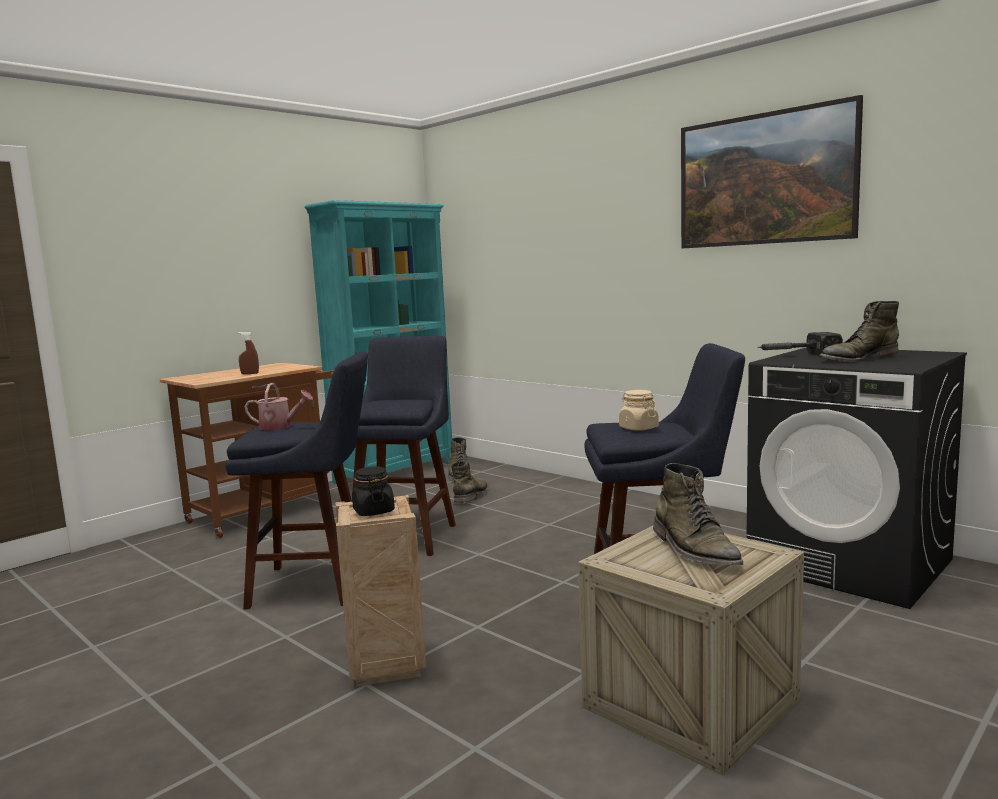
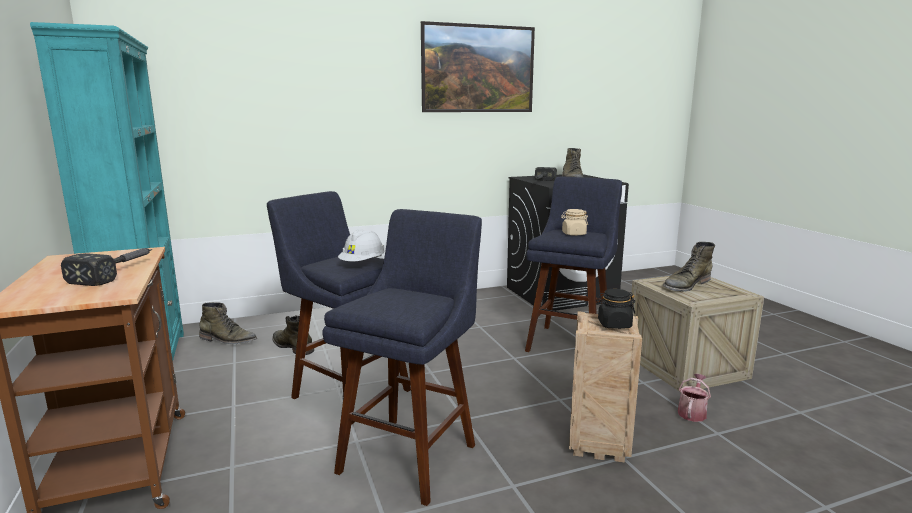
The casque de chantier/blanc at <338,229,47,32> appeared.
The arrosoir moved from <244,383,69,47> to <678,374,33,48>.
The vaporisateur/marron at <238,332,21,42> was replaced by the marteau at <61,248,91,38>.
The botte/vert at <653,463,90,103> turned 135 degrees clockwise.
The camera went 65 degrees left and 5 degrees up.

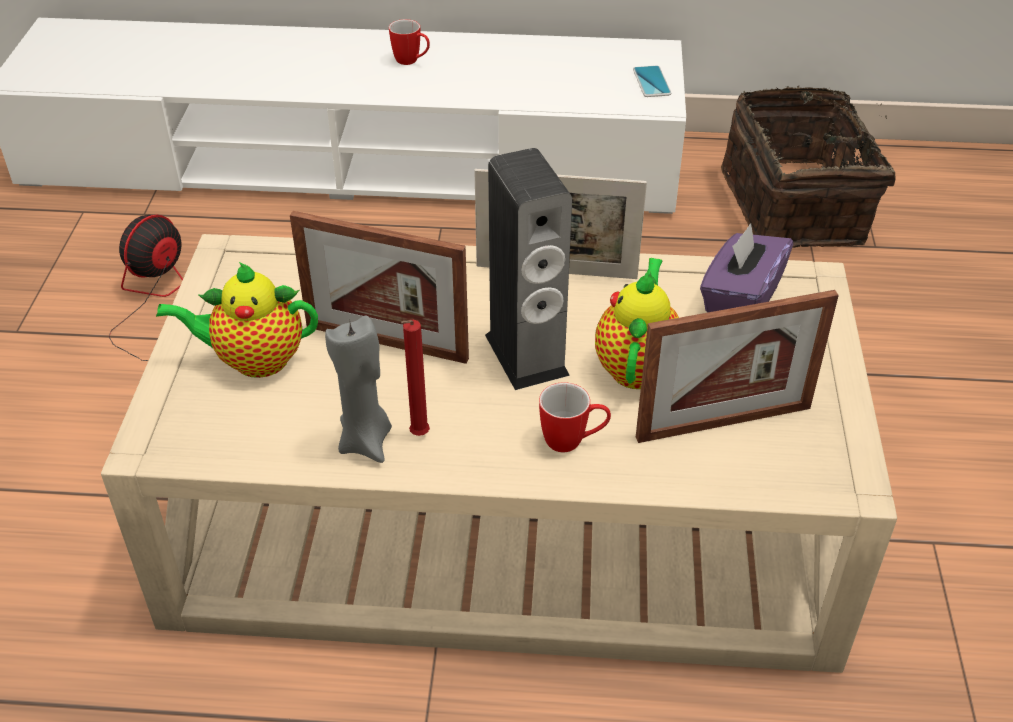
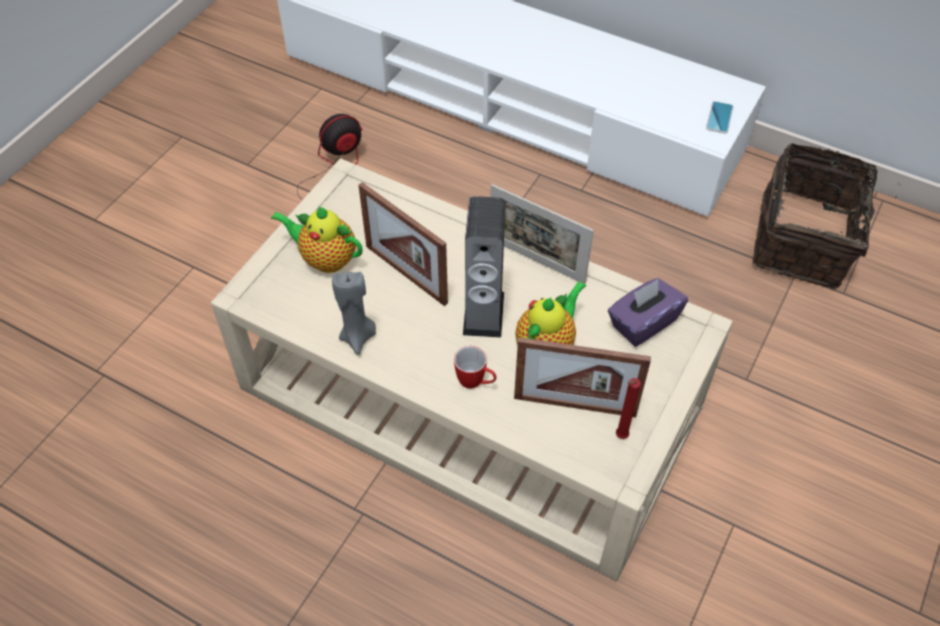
The mug at <389,19,41,46> disappeared.
The bougie/rouge moved from <401,320,29,116> to <616,378,25,61>.
The camera went 25 degrees right and 10 degrees up.

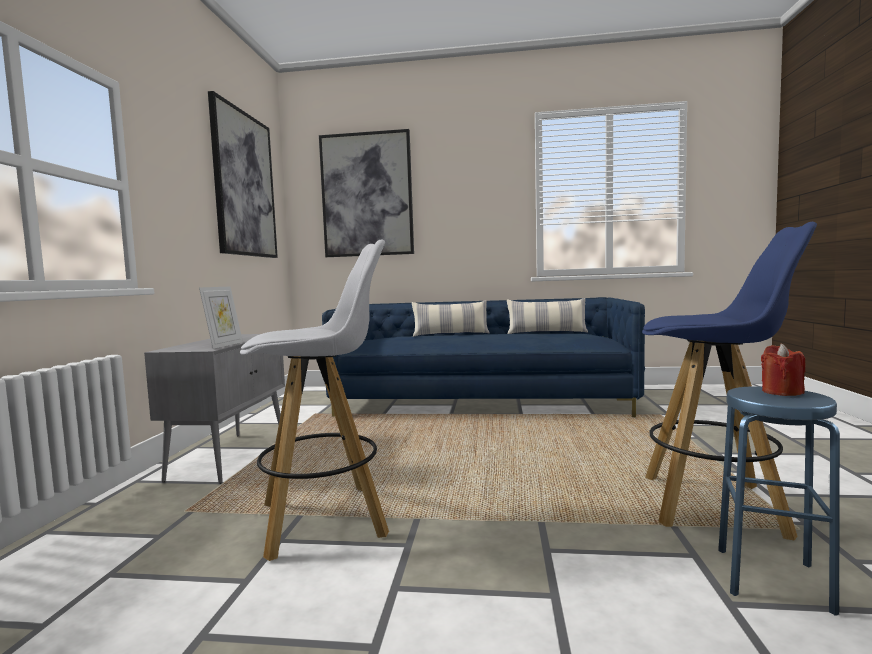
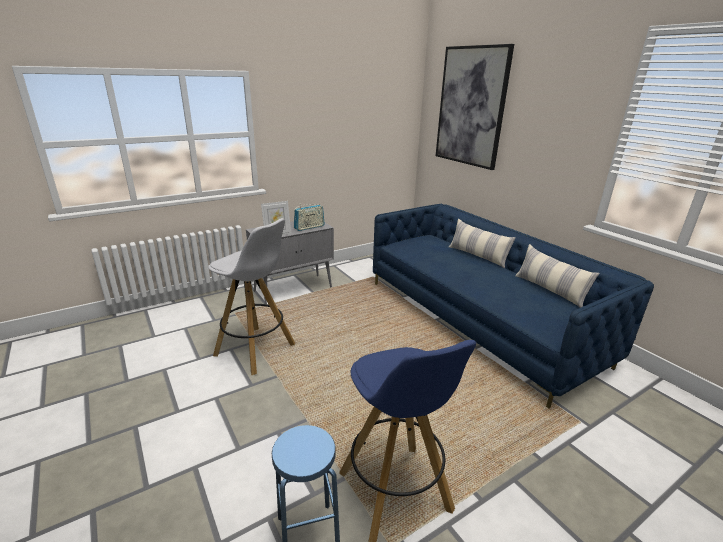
The tableau at <208,91,70,167> disappeared.
The bougie/rouge at <761,344,45,52> disappeared.
The radio at <294,204,31,27> appeared.
The camera went 50 degrees right and 20 degrees up.

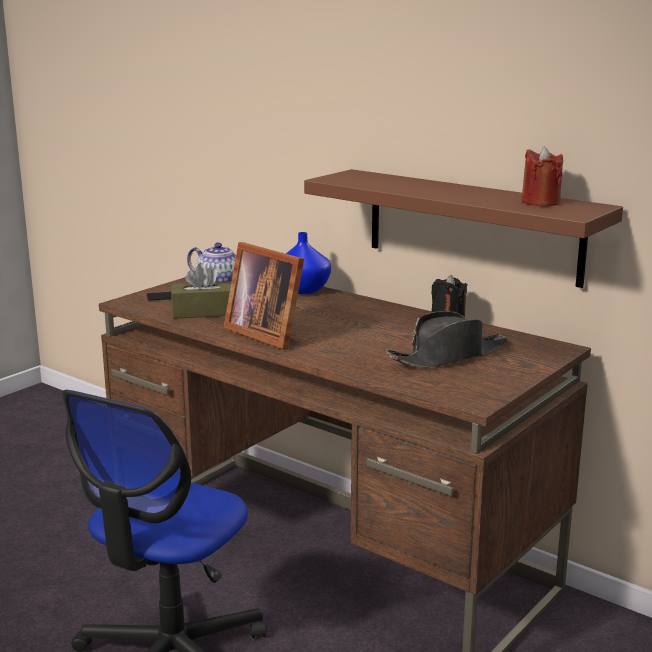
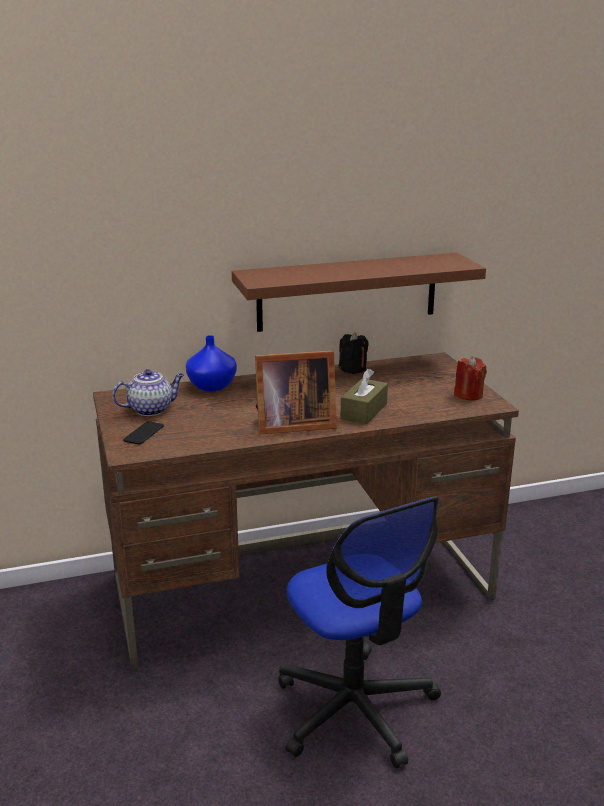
The chapeau/noir at <386,311,121,57> disappeared.
The boîte à mouchoirs/marron moved from <171,263,60,56> to <340,369,48,55>.
The bougie/rouge moved from <522,146,41,61> to <454,356,33,44>.
The camera went 55 degrees left and 5 degrees up.

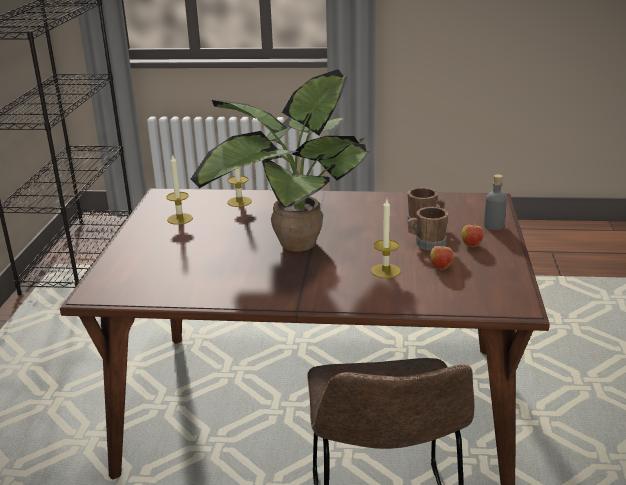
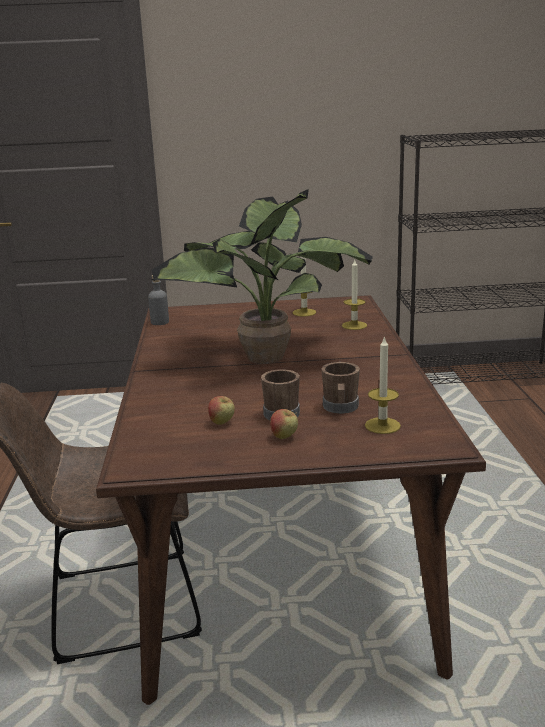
The bougie moved from <371,199,30,79> to <365,336,36,98>.
The bouteille/gris moved from <484,174,23,56> to <148,275,21,50>.
The camera went 80 degrees right and 5 degrees down.

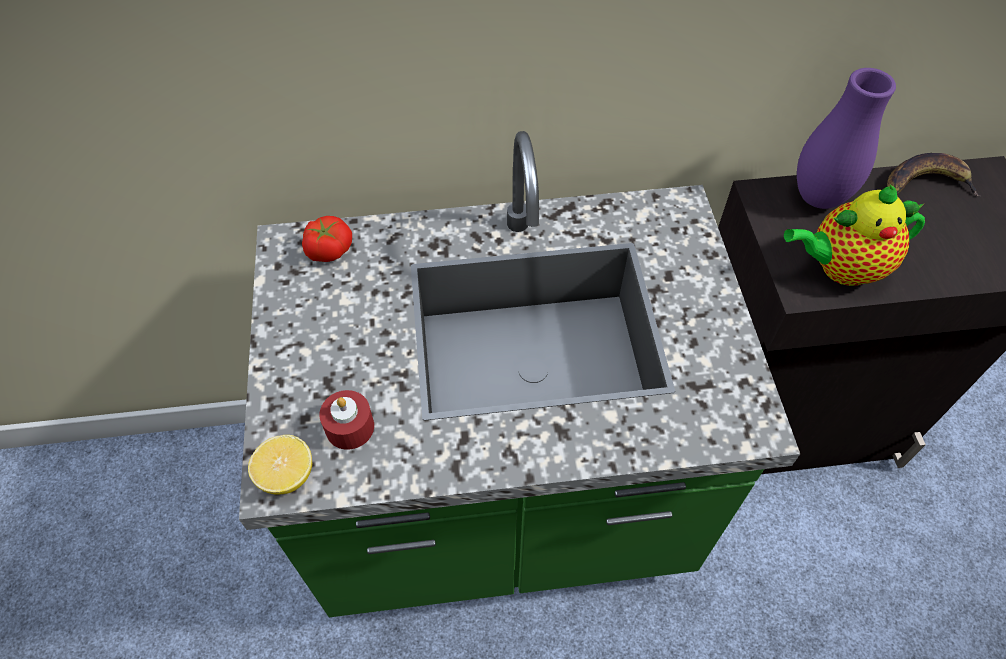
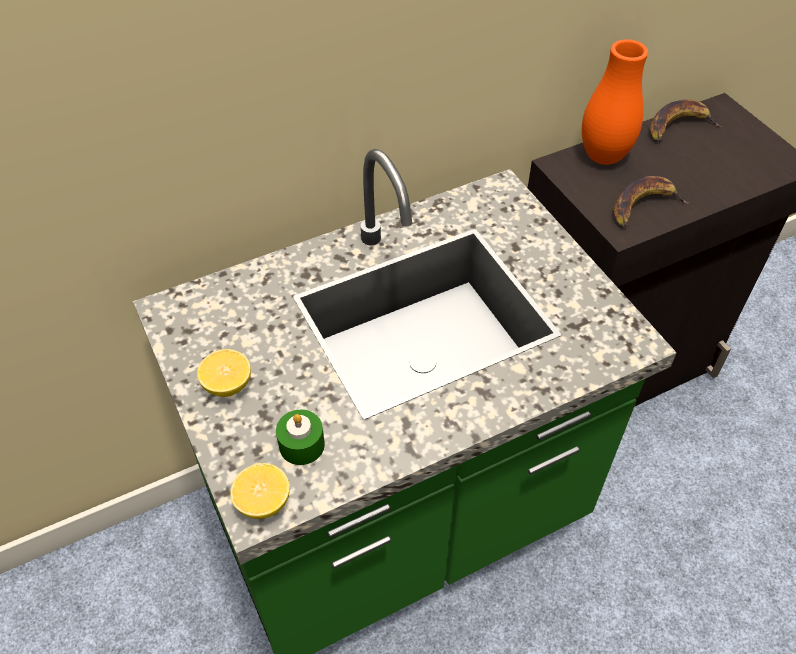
The tomate at <302,216,50,46> disappeared.
The citron at <197,349,54,48> appeared.
The théière at <784,185,141,101> was replaced by the banane at <614,176,76,52>.
The bougie/rouge at <319,390,55,60> became the bougie/vert at <276,410,49,55>.
The vase/violet at <797,68,99,141> became the vase/orange at <582,39,66,126>.
The camera went 20 degrees left and 5 degrees down.

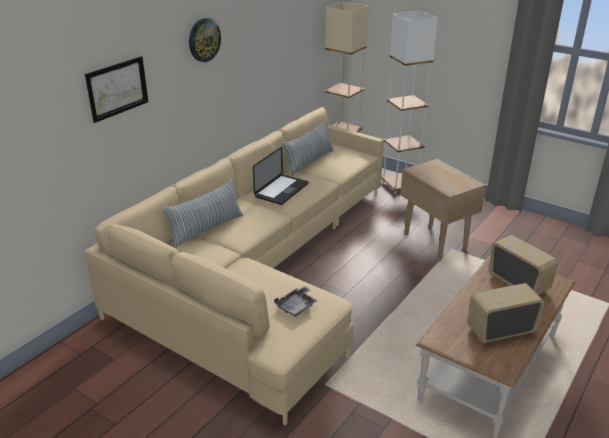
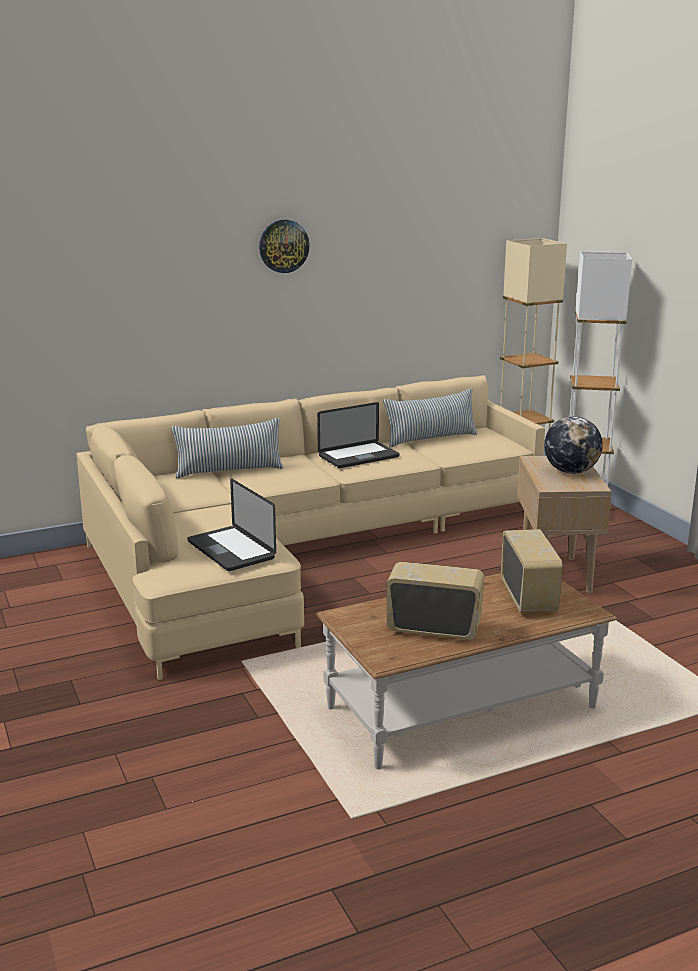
The tableau at <85,56,63,67> disappeared.
The globe at <544,416,59,58> appeared.
The plateau/gris at <274,286,43,31> was replaced by the ordinateur portable at <187,478,89,93>.
The camera went 30 degrees right and 10 degrees down.

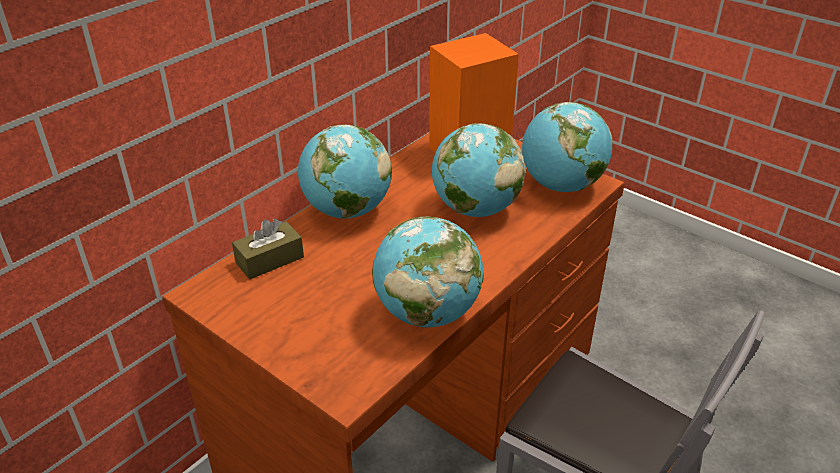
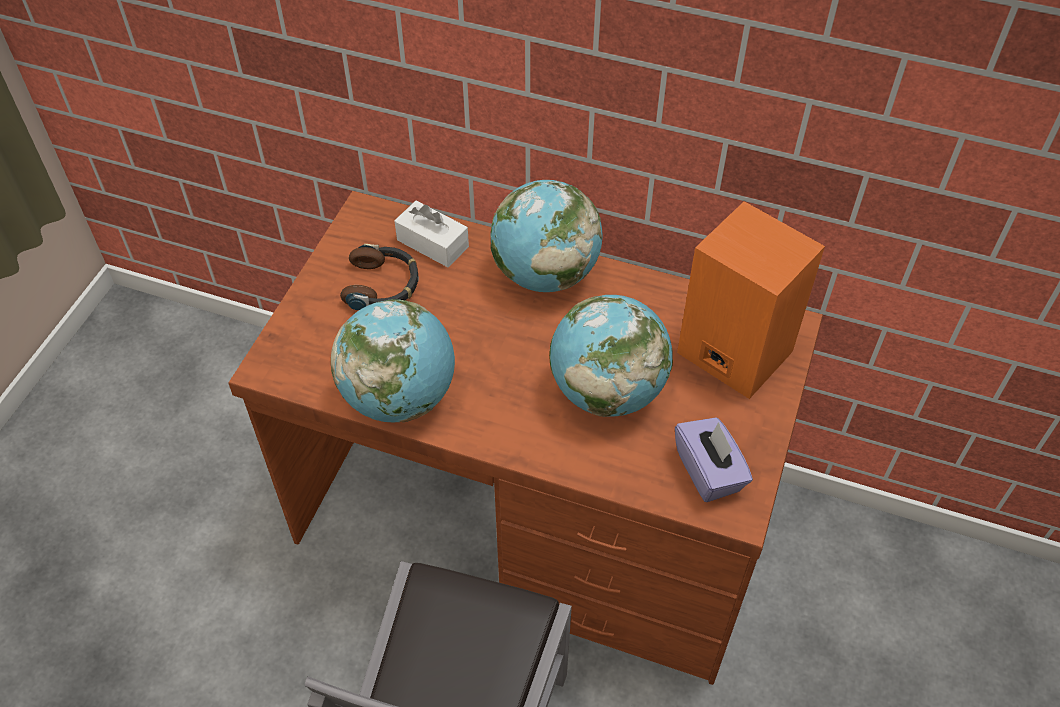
The casque audio at <340,244,79,66> appeared.
The globe at <522,102,91,90> was replaced by the boîte à mouchoirs/violet at <675,417,78,85>.
The boîte à mouchoirs/marron at <232,219,72,61> became the boîte à mouchoirs/blanc at <394,201,75,66>.
The camera went 70 degrees right and 15 degrees up.

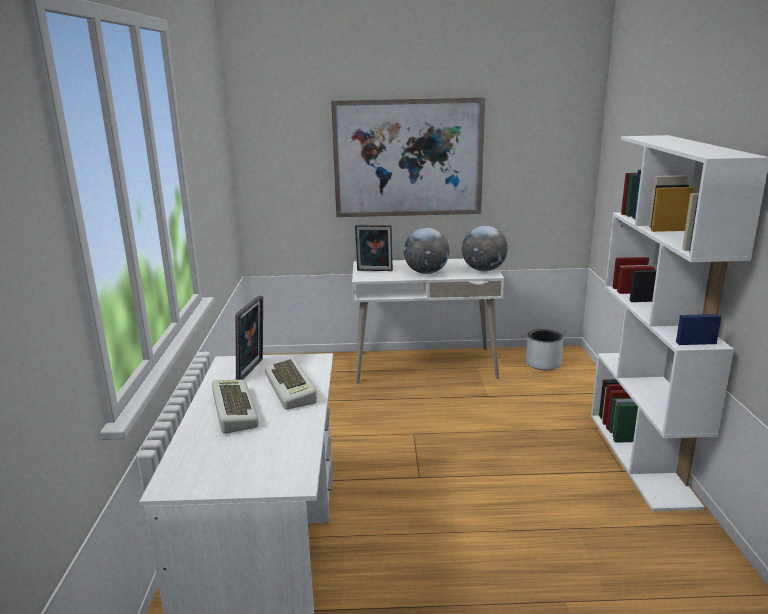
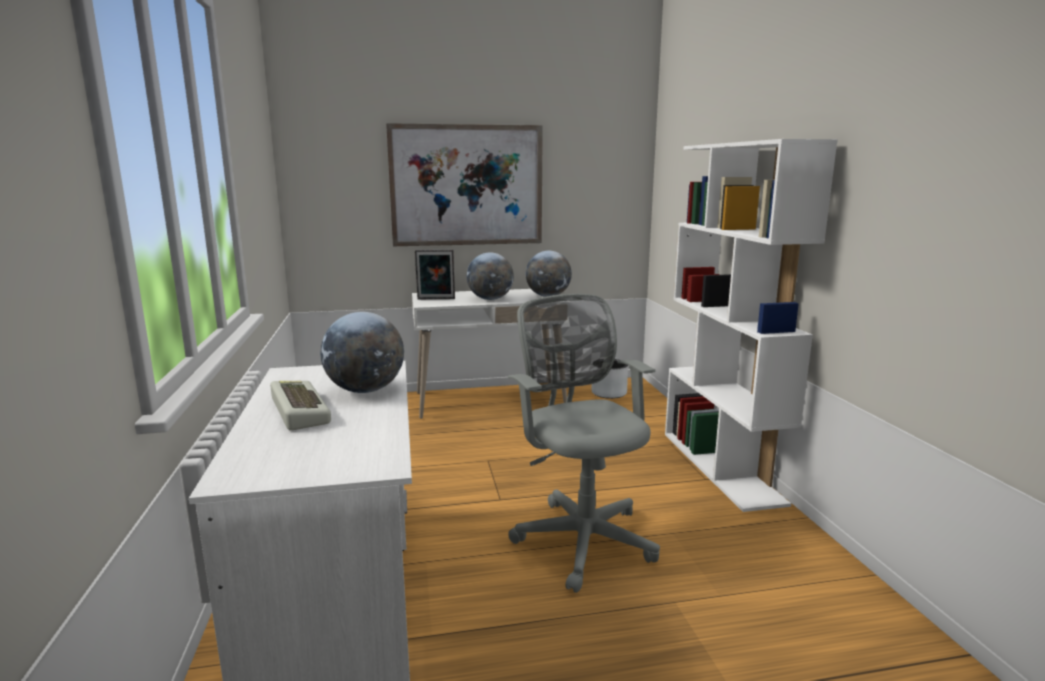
The cadre photo at <235,296,28,84> disappeared.
The chaise de bureau/gris at <508,294,152,299> appeared.
The clavier at <265,358,52,51> was replaced by the globe at <320,312,84,81>.
The camera went 10 degrees left and 5 degrees down.

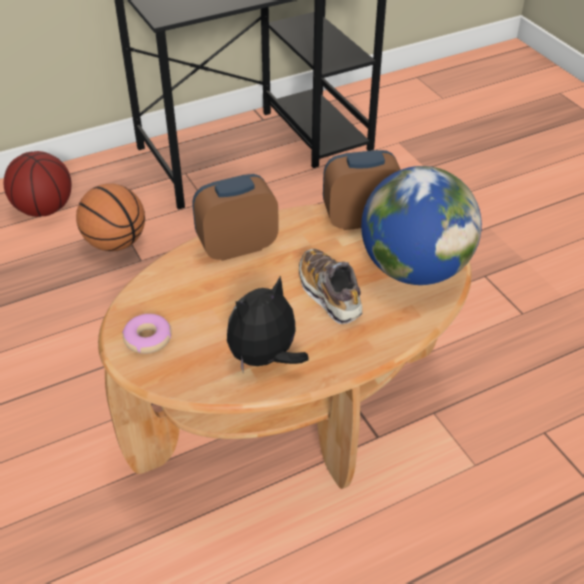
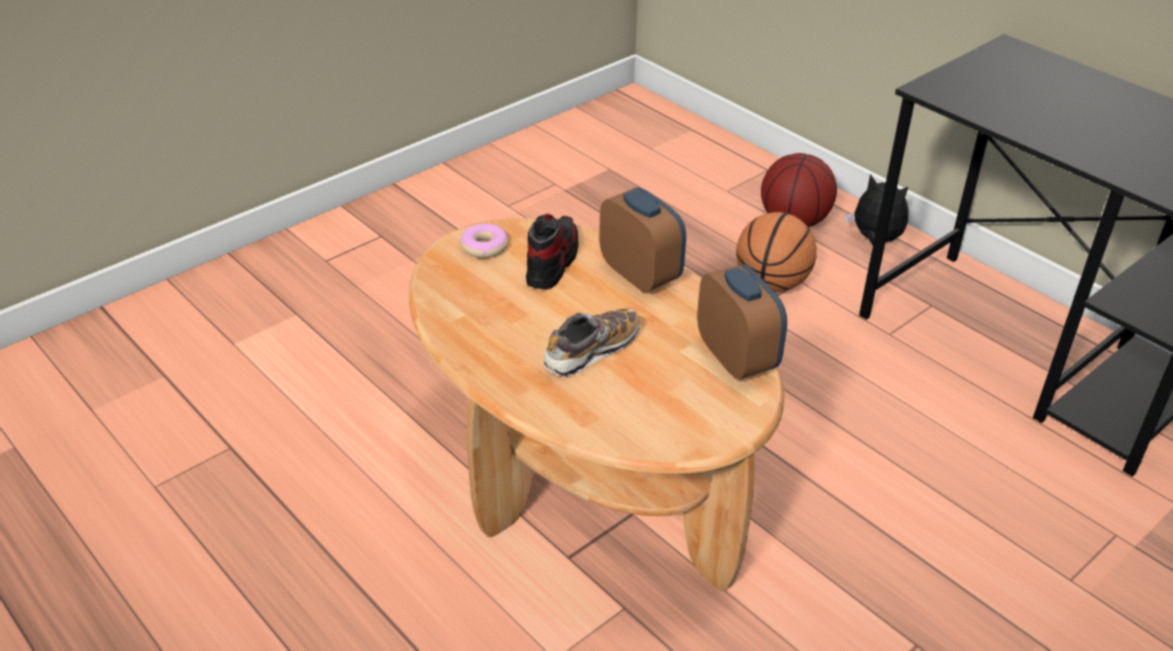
The globe at <361,166,121,119> disappeared.
The chaussure at <526,214,53,75> appeared.
The peluche moved from <227,276,82,98> to <845,174,64,71>.
The camera went 75 degrees right and 5 degrees down.

